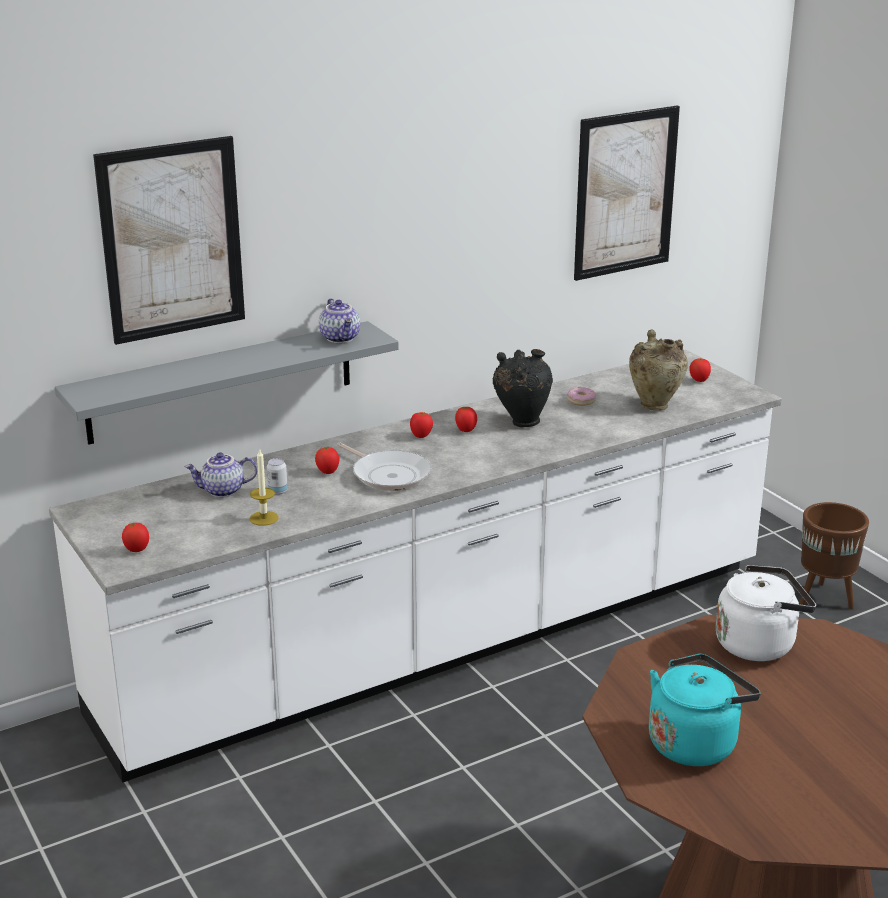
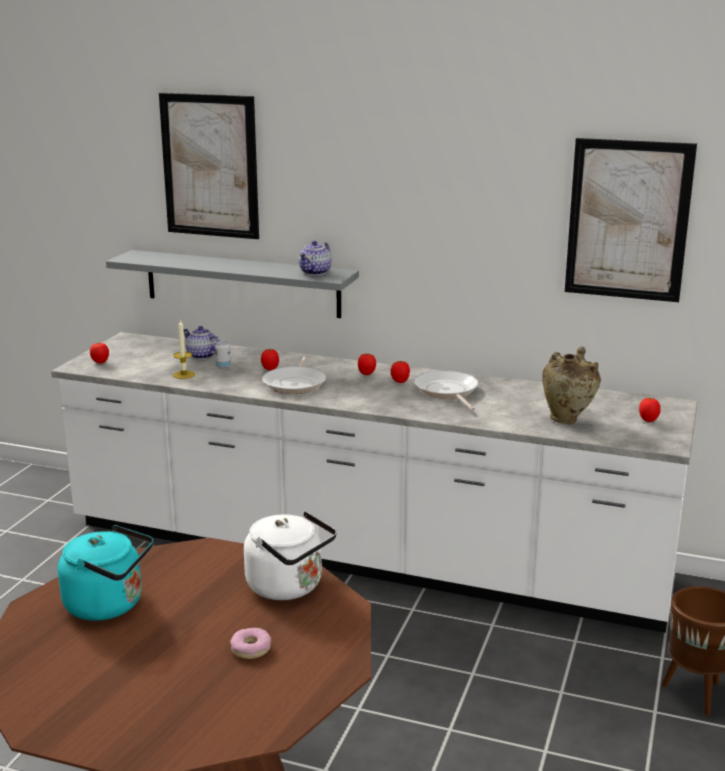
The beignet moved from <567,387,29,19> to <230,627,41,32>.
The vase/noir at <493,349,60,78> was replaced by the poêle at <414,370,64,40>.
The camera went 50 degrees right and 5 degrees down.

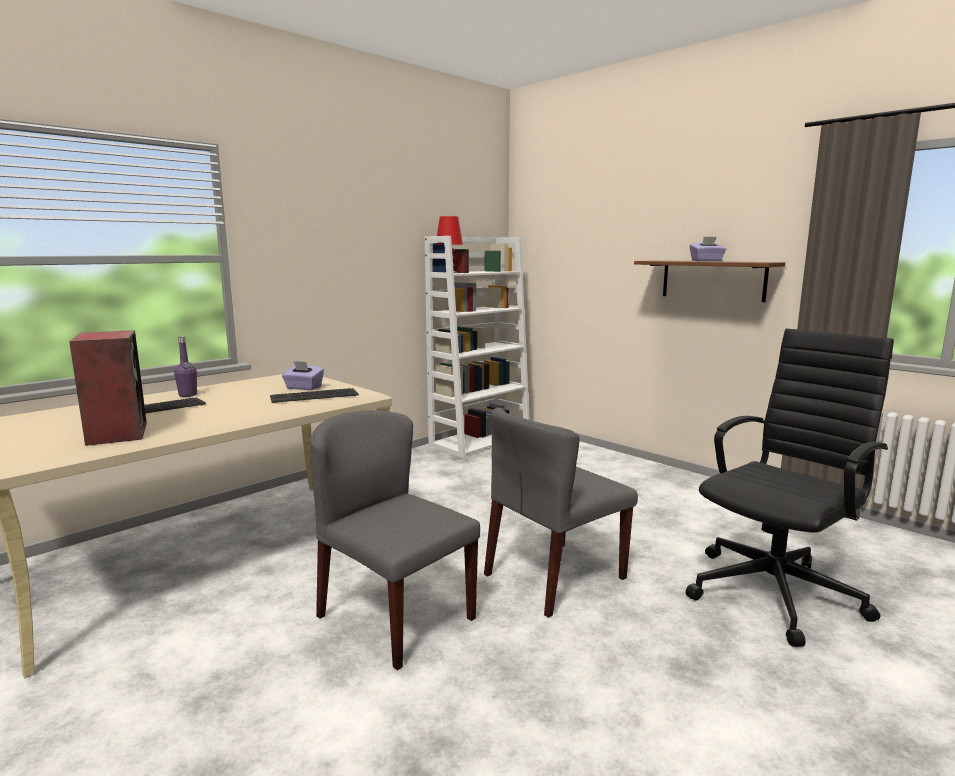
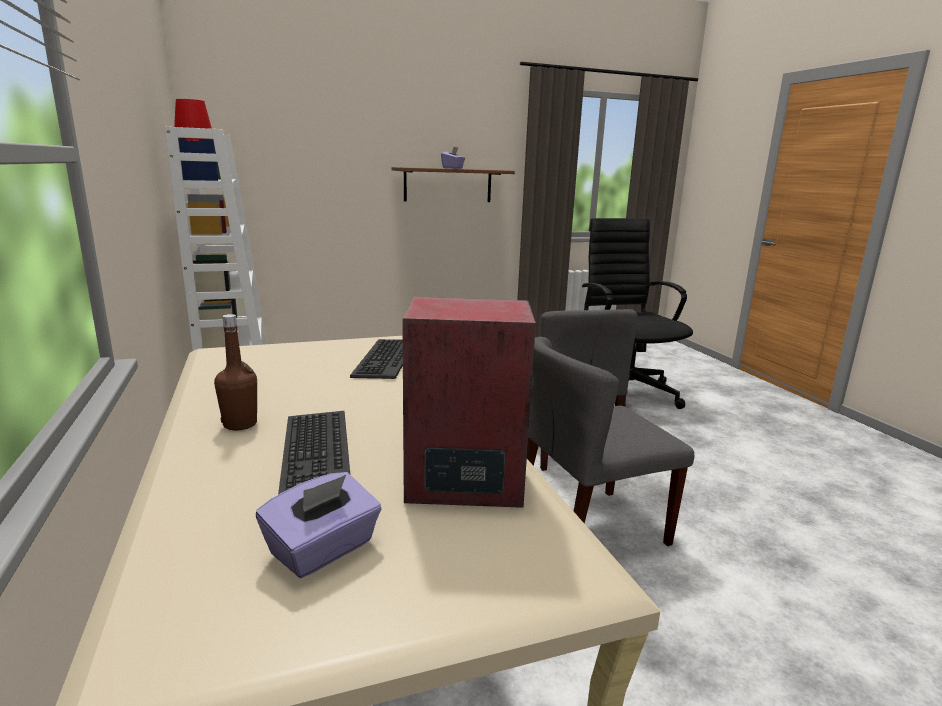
The boîte à mouchoirs/violet moved from <282,361,42,29> to <256,472,126,106>.
The bouteille/violet at <174,336,23,61> became the bouteille/marron at <214,314,43,116>.
The camera went 65 degrees left and 5 degrees up.

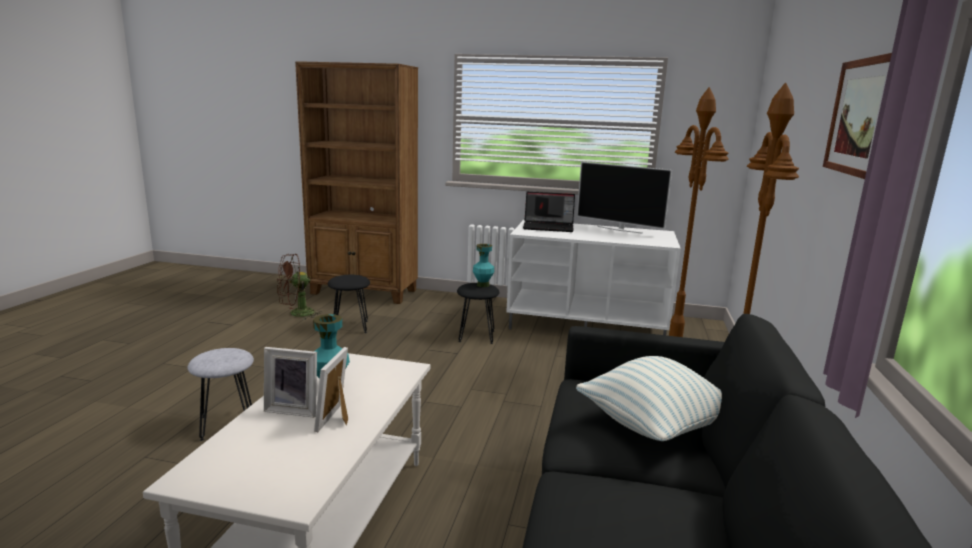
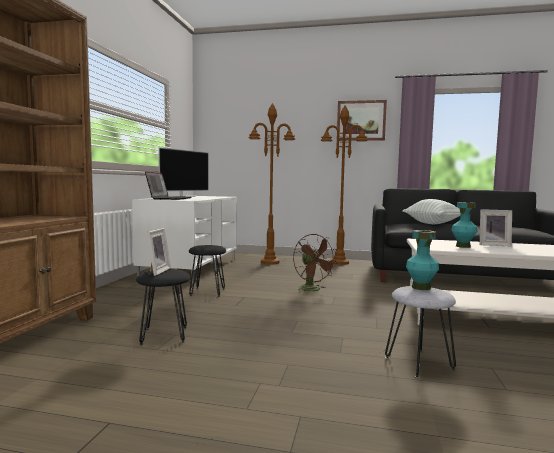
The cadre photo moved from <264,347,53,71> to <147,228,24,48>.
The ventilateur/marron moved from <277,254,46,66> to <293,234,45,59>.
The vase/turquoise moved from <473,244,21,43> to <406,230,33,60>.
The camera went 90 degrees left and 10 degrees down.

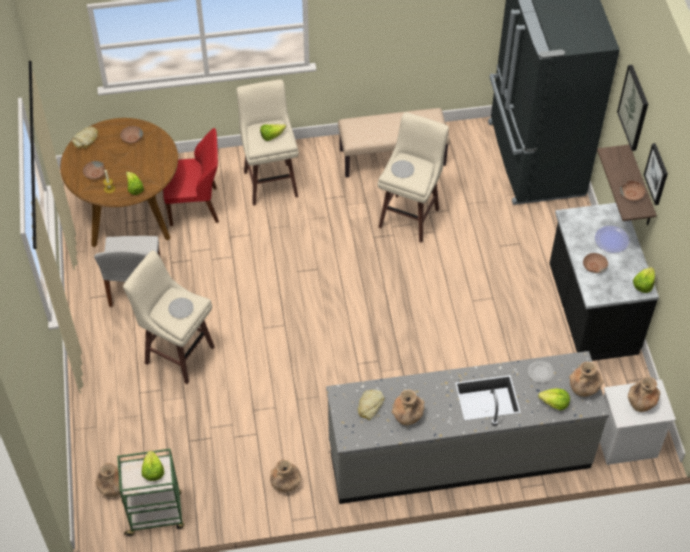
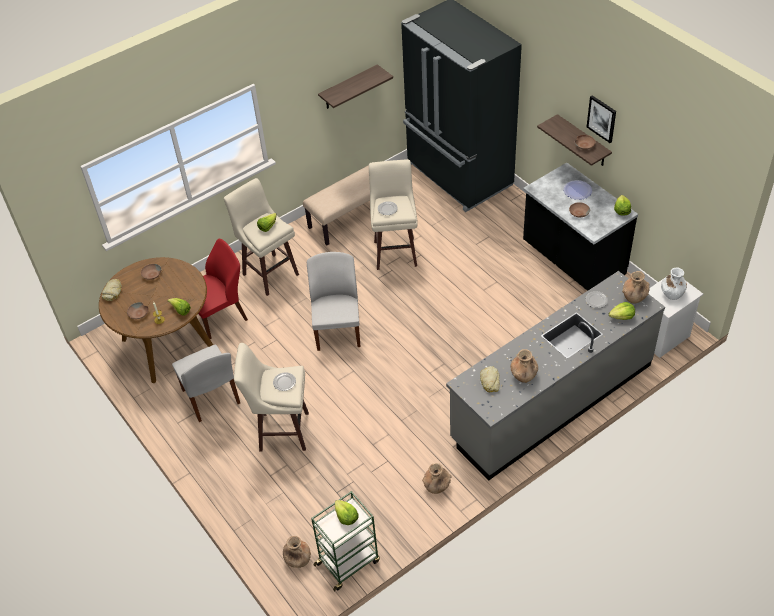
The tableau at <617,65,31,86> disappeared.
The chaise/blanc at <307,252,54,99> appeared.
The étagère at <318,64,75,45> appeared.
The vase/marron at <628,376,33,36> became the vase/blanc at <661,267,26,33>.
The camera went 25 degrees left and 5 degrees down.

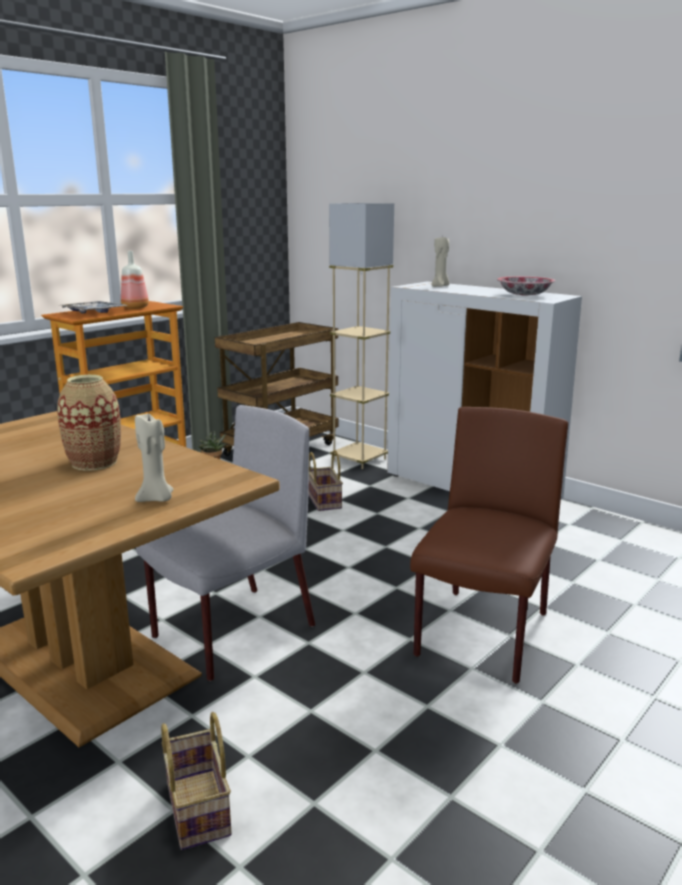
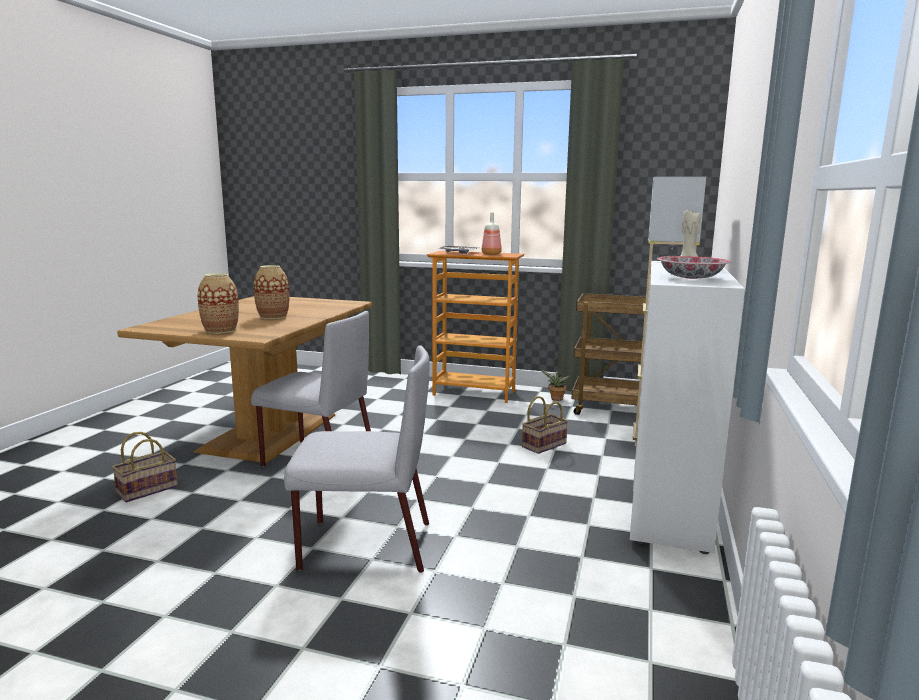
The bougie/beige at <135,414,38,88> was replaced by the vase at <198,273,41,61>.
The chaise/marron at <410,407,158,277> became the chaise/gris at <284,345,145,228>.
The camera went 65 degrees right and 5 degrees down.

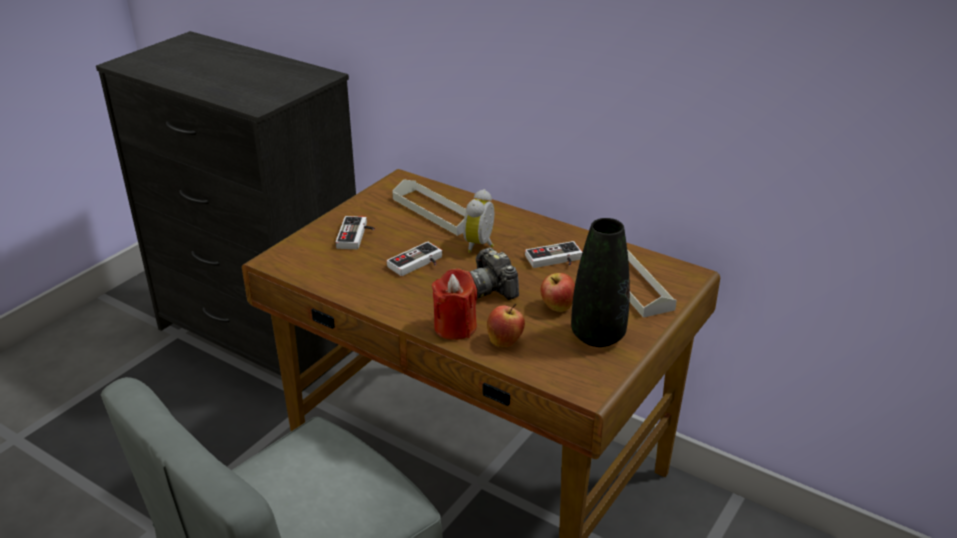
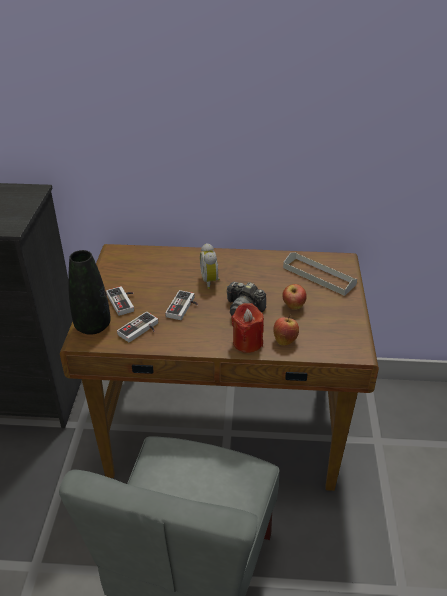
The plateau/gris at <392,180,74,56> disappeared.
The manette moved from <525,241,57,27> to <117,312,41,31>.
The vase/noir moved from <571,218,59,129> to <68,250,43,85>.
The camera went 30 degrees left and 5 degrees up.

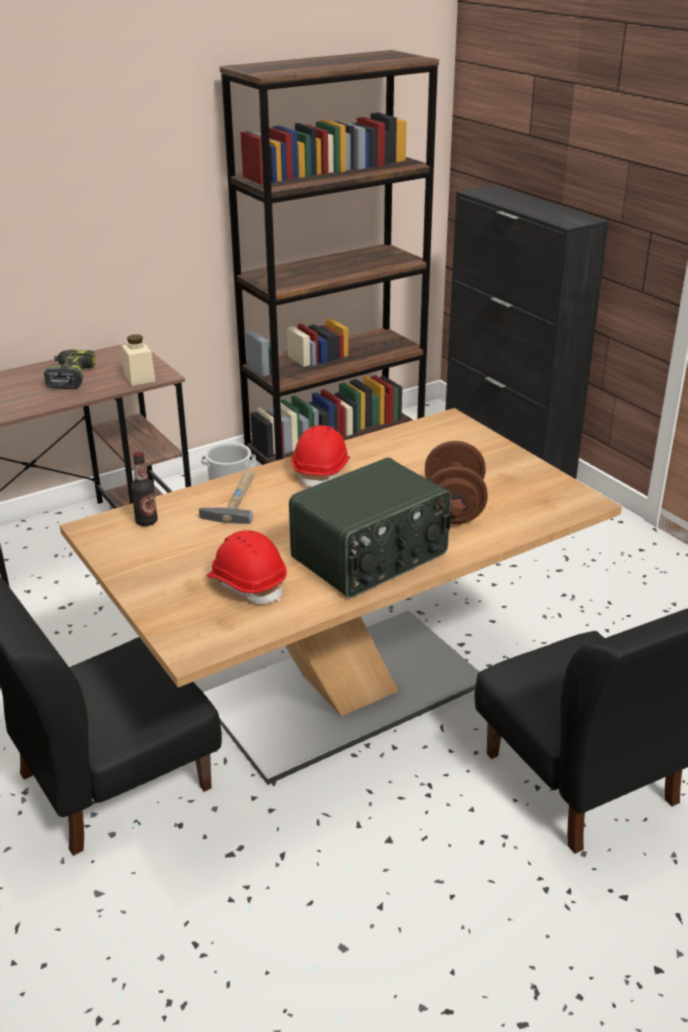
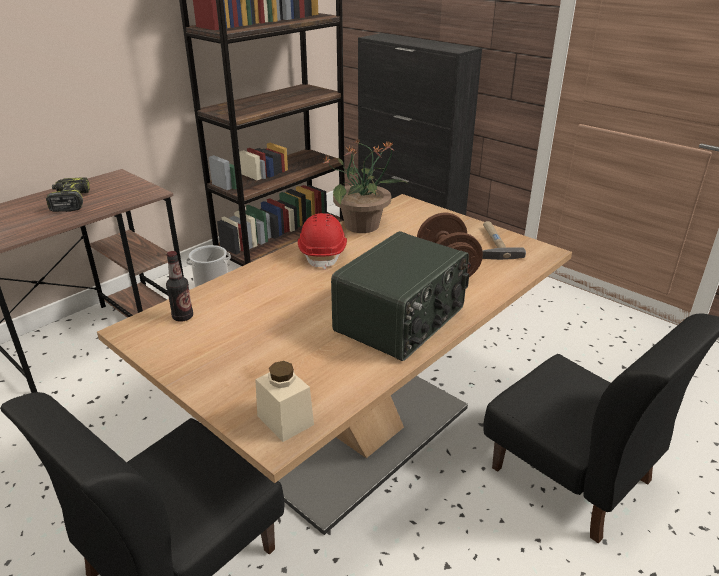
The casque de chantier/rouge at <207,530,80,74> disappeared.
The plante en pot at <322,139,85,94> appeared.
The bocal/beige moved from <122,334,34,52> to <255,361,59,81>.
The marteau moved from <199,471,55,53> to <482,221,44,39>.
The camera went 15 degrees left and 0 degrees up.

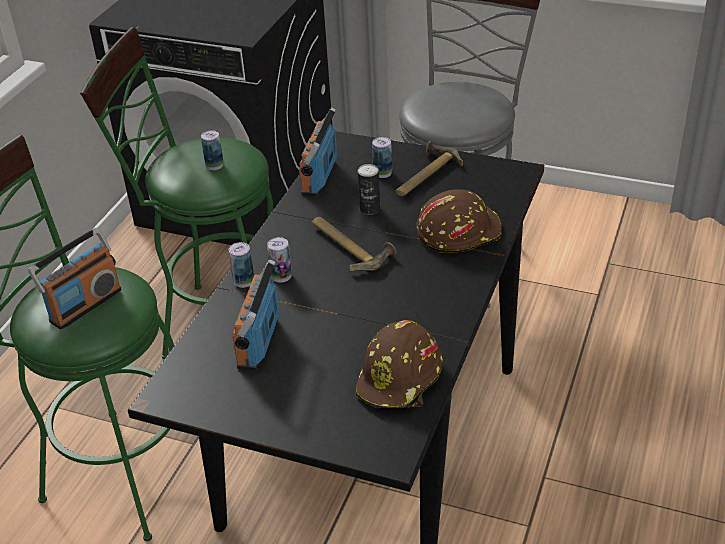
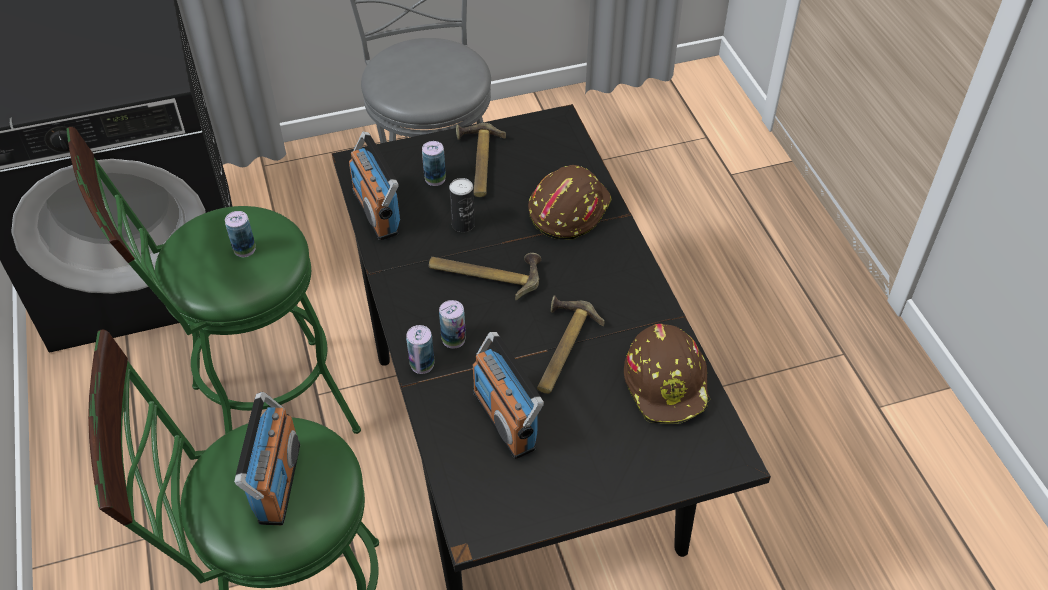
The marteau at <537,295,68,99> appeared.
The camera went 40 degrees left and 10 degrees up.

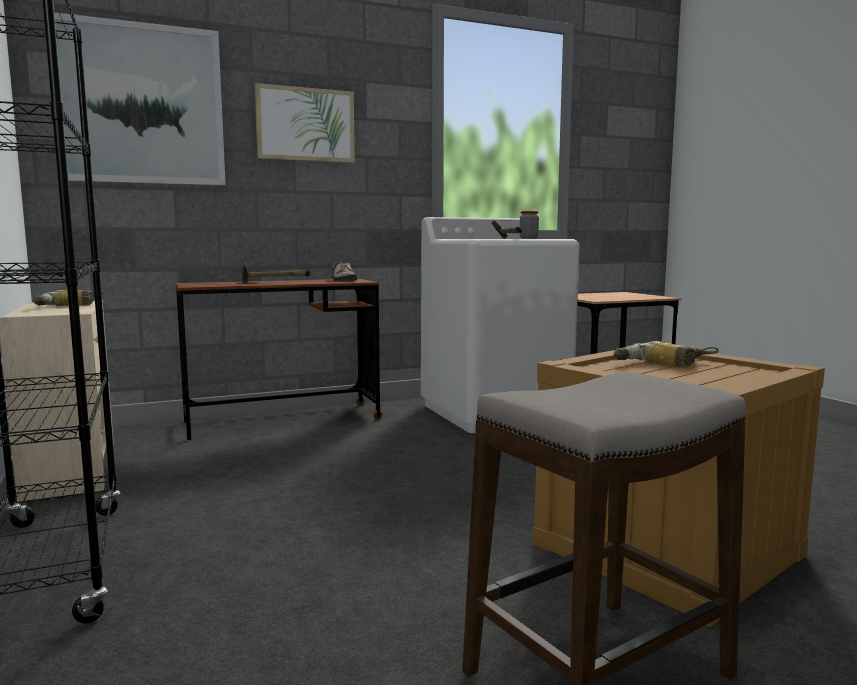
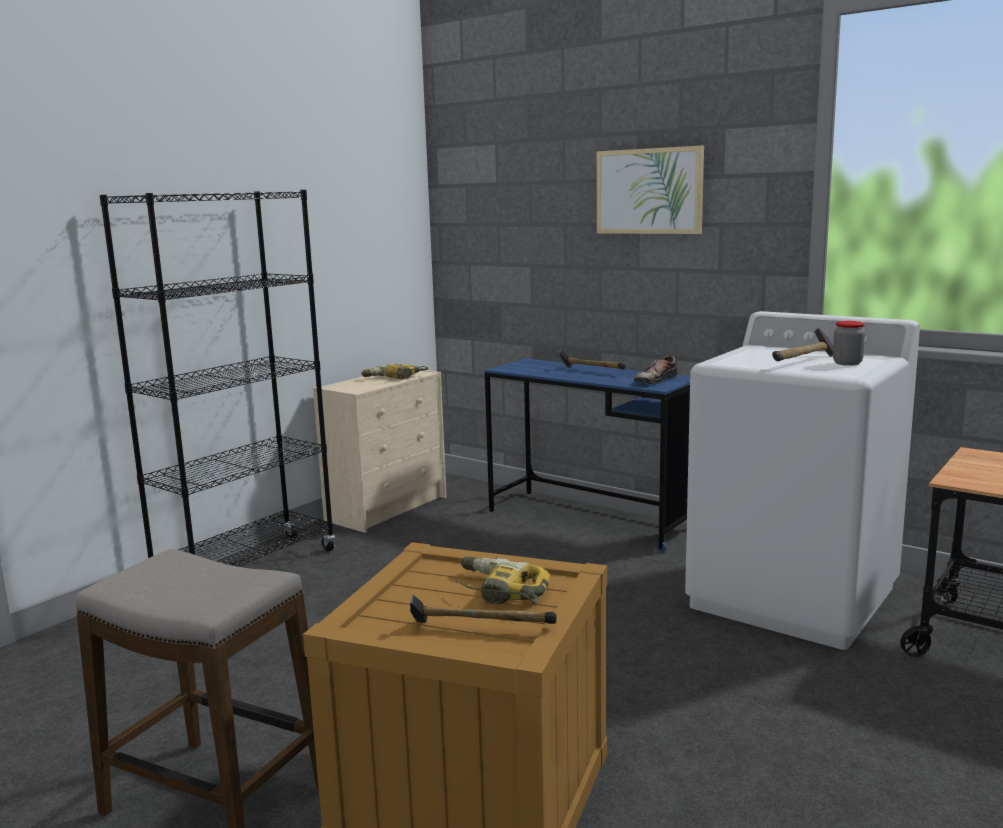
The tableau at <54,12,172,174> disappeared.
The marteau at <410,594,147,30> appeared.
The bureau/marron at <176,279,207,161> became the bureau/bleu at <484,359,206,193>.
The camera went 60 degrees right and 5 degrees up.

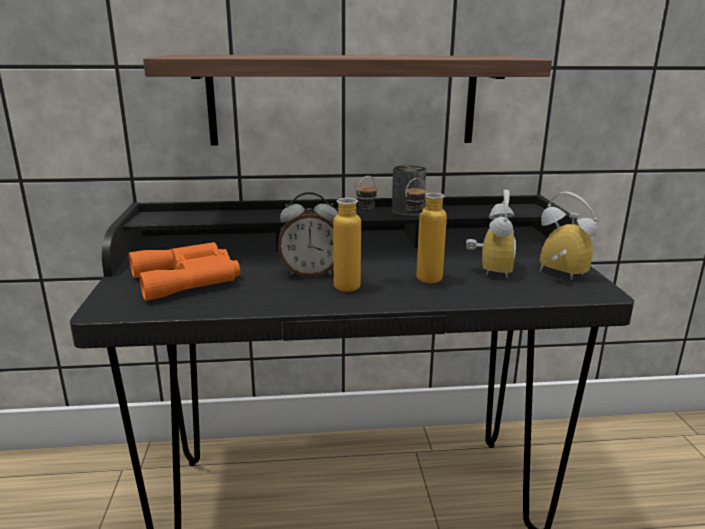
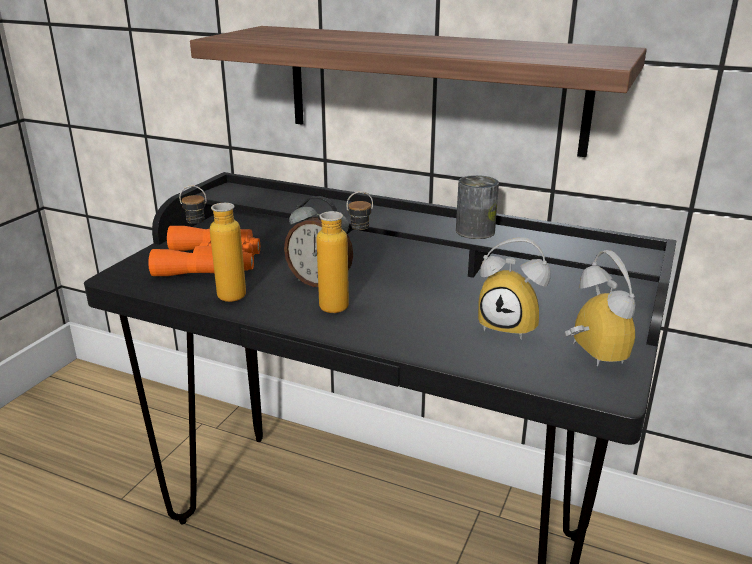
The bouteille moved from <405,178,42,105> to <179,185,67,117>.
The réveil at <466,190,51,88> turned 75 degrees clockwise.
The camera went 30 degrees right and 5 degrees up.

